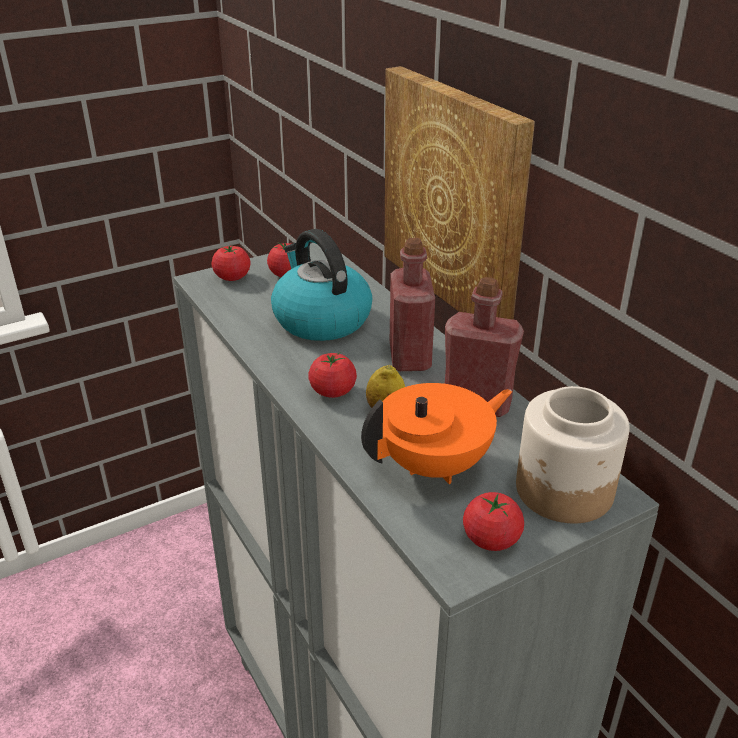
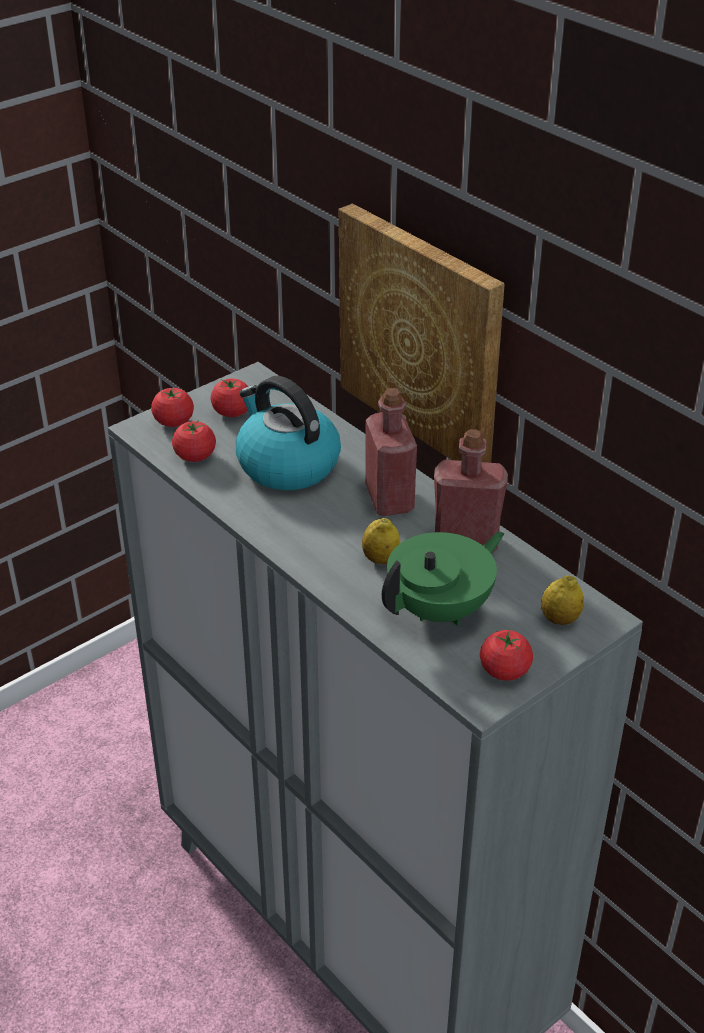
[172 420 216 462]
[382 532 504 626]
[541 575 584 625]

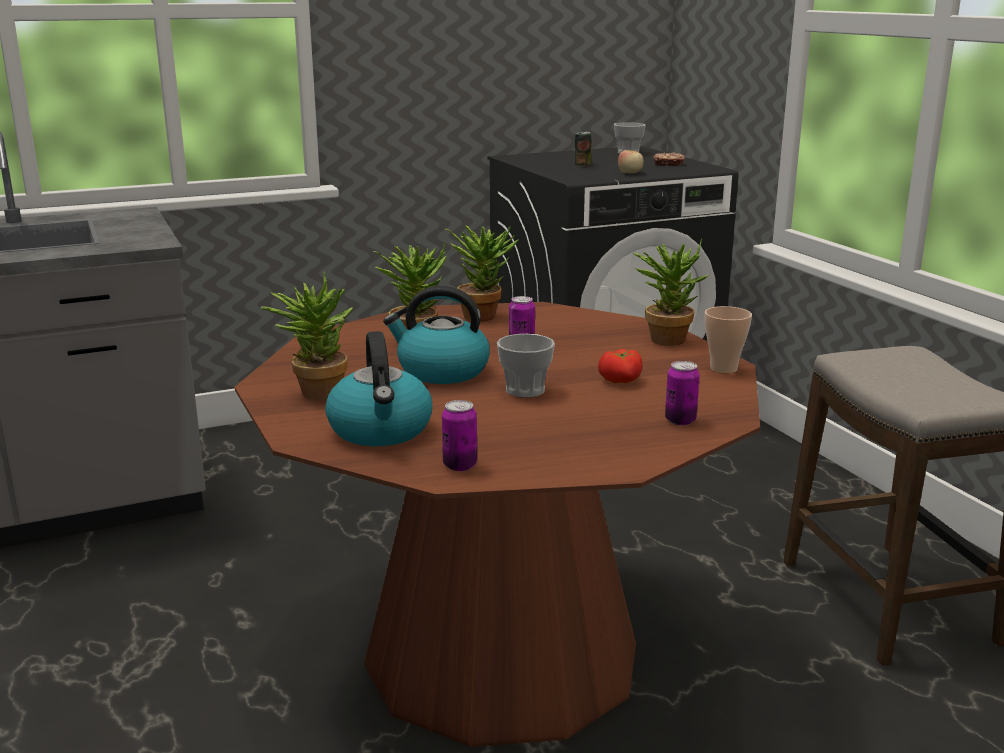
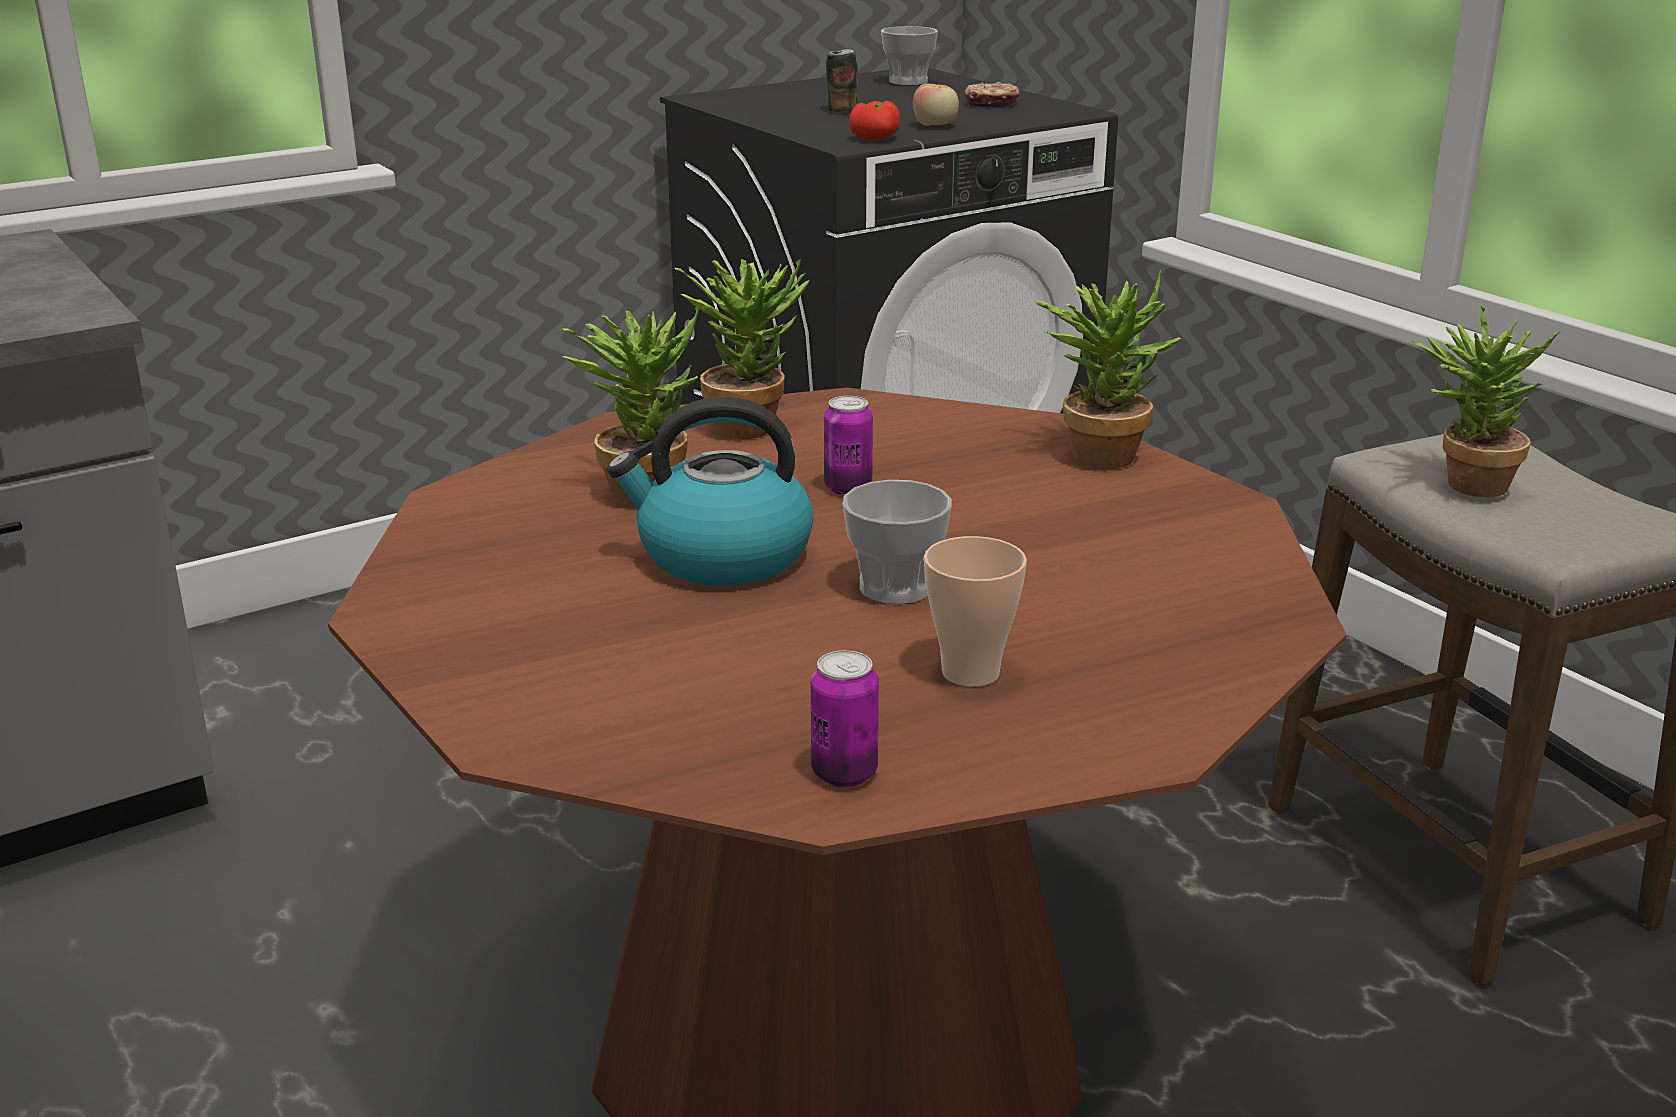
[849 100 900 140]
[924 536 1027 687]
[1412 305 1559 497]
[325 331 432 446] (first image)
[665 361 700 425] (first image)

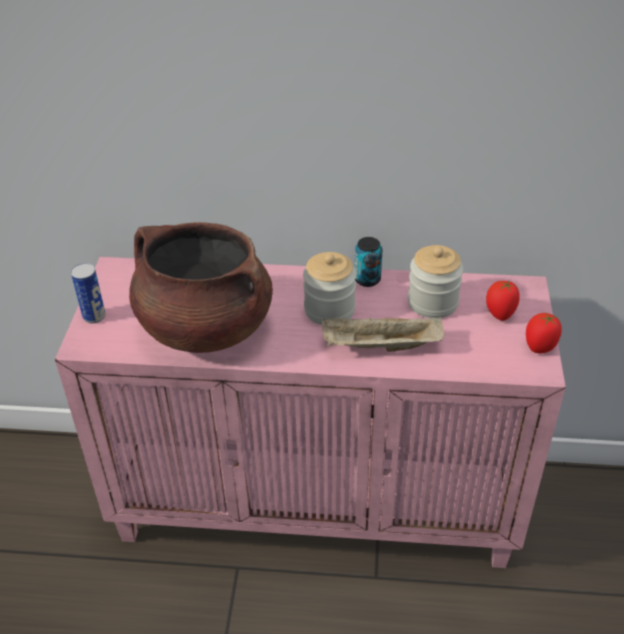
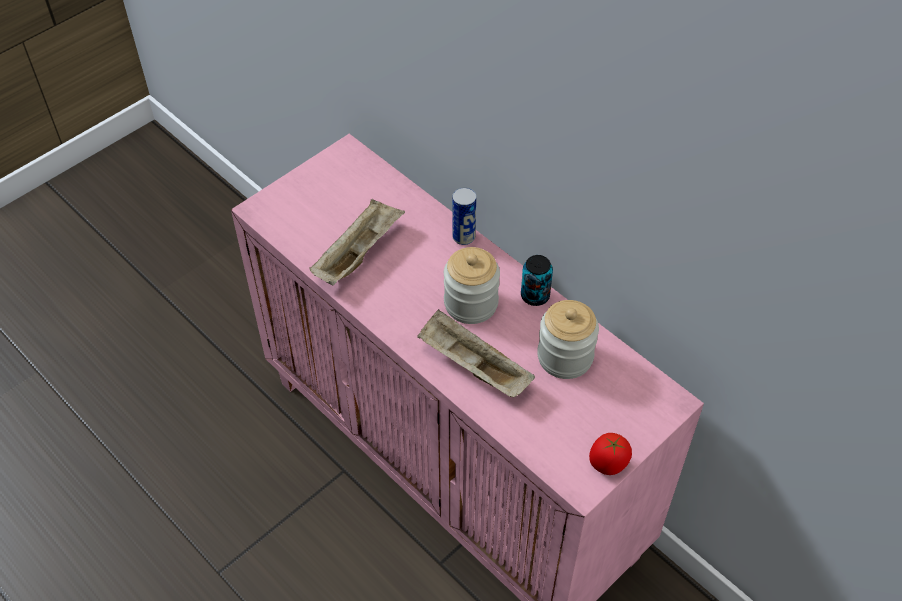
[310 199 405 285]
[452 187 476 245]
[486 281 520 321] (first image)

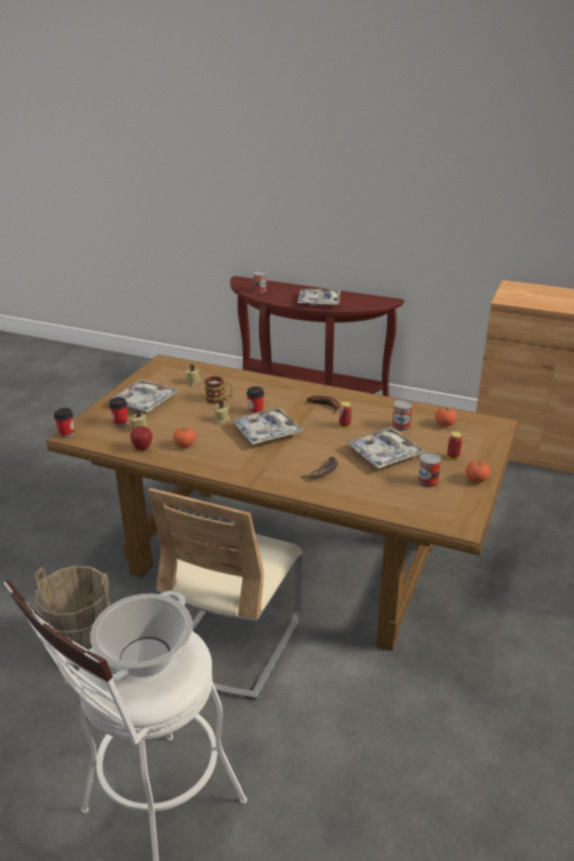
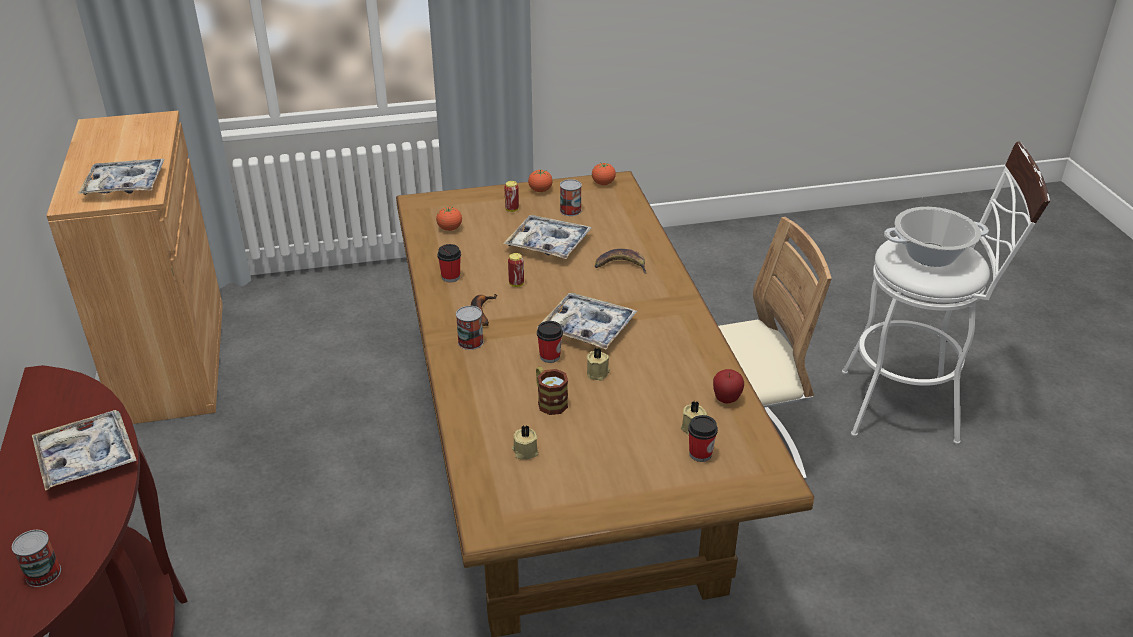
[78 159 165 195]
[437 244 461 283]
[456 306 484 350]
[592 163 616 185]
[34 566 111 650] (first image)

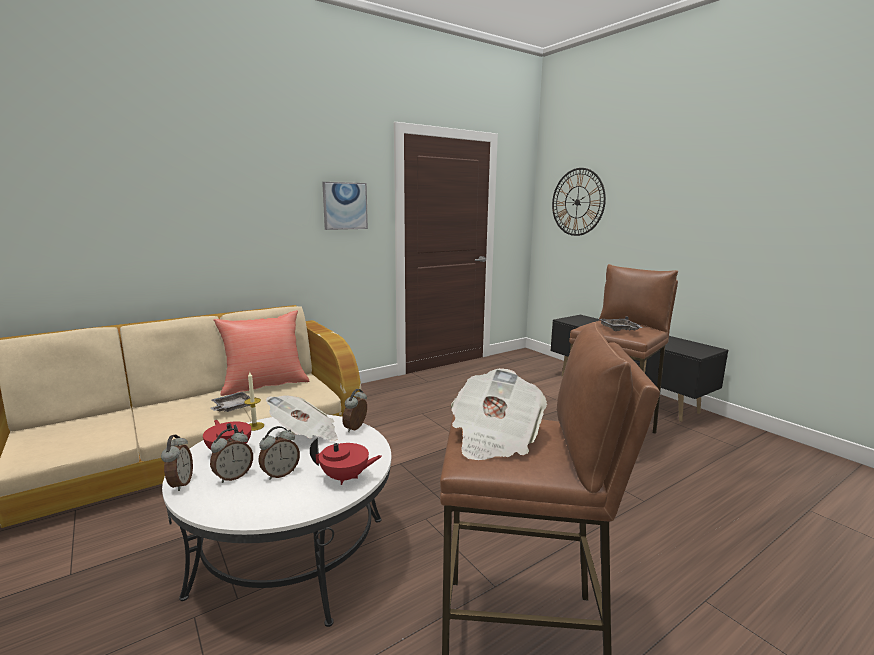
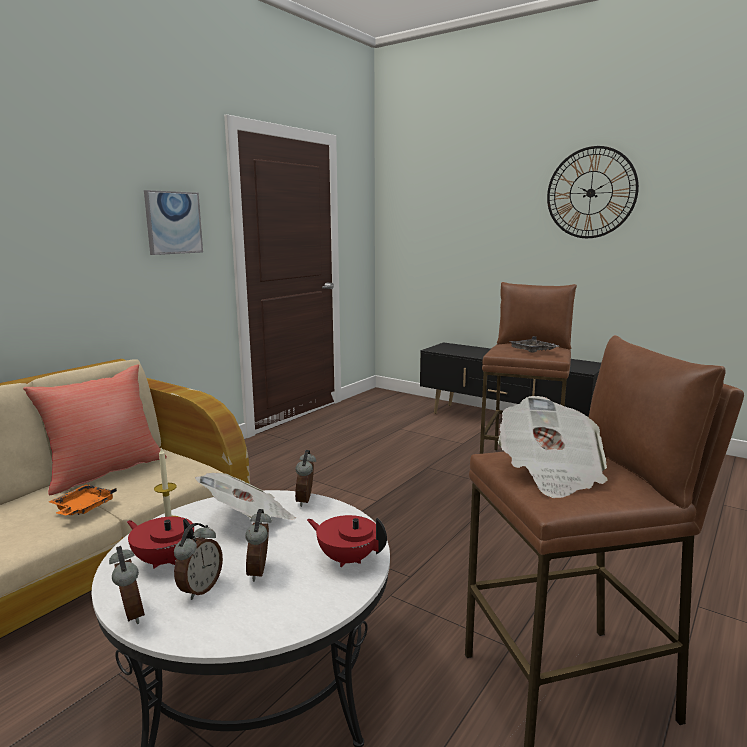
[49 484 117 515]
[245 509 272 582]
[307 515 387 567]
[547 146 639 238]

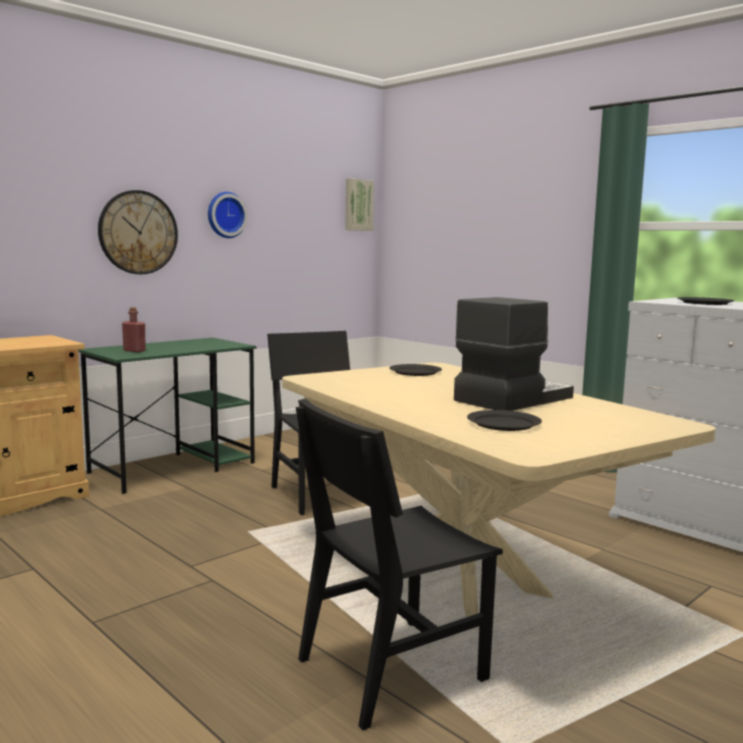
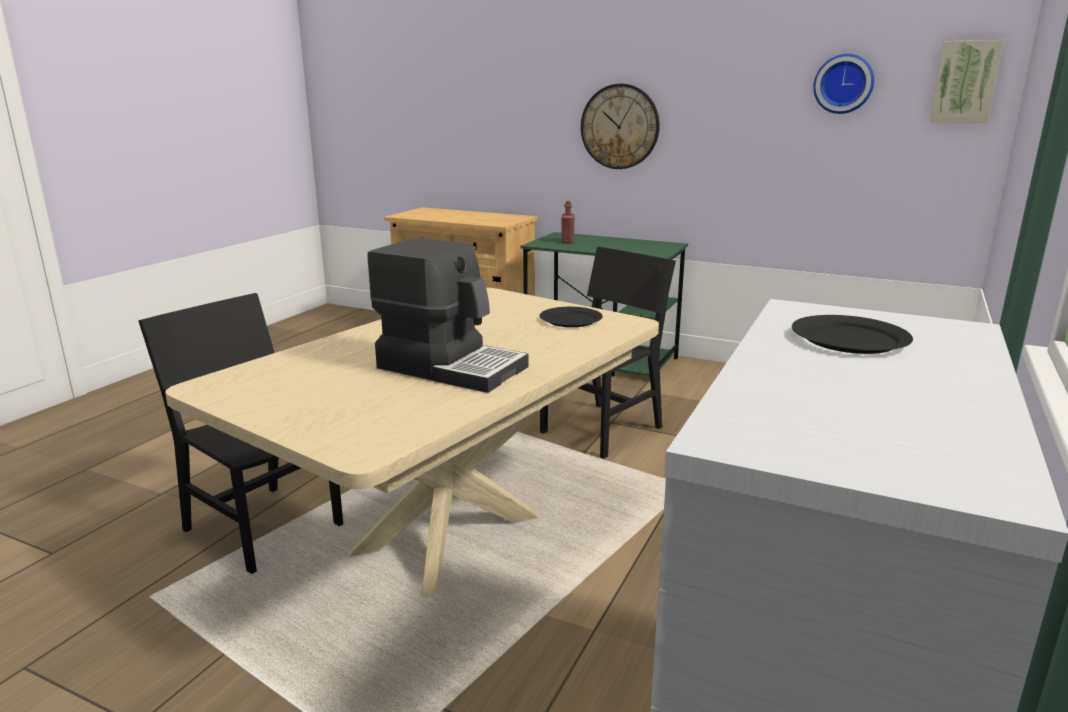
[813 54 874 114]
[467 410 542 431] (first image)

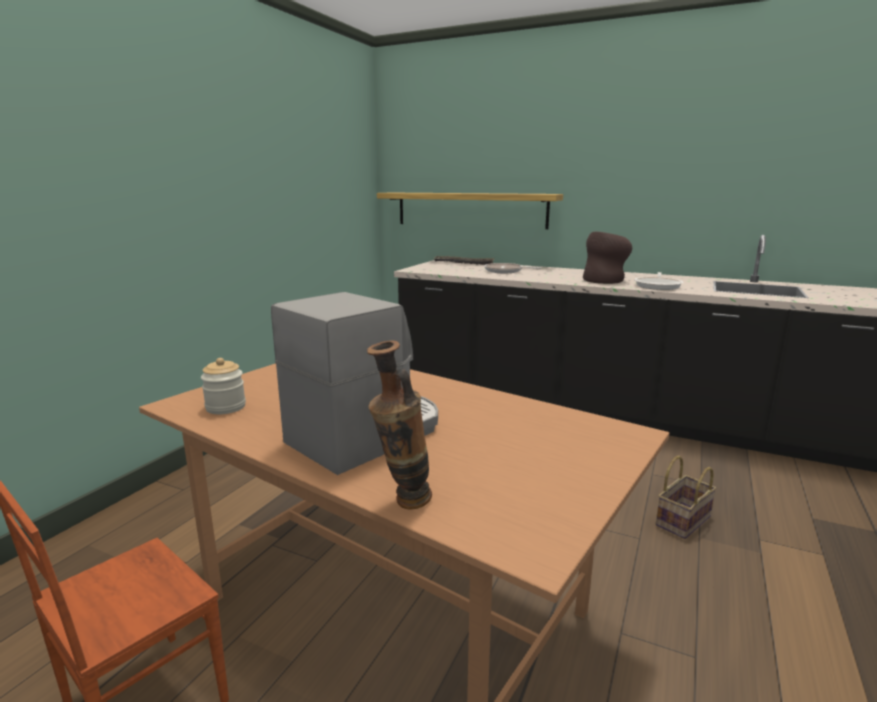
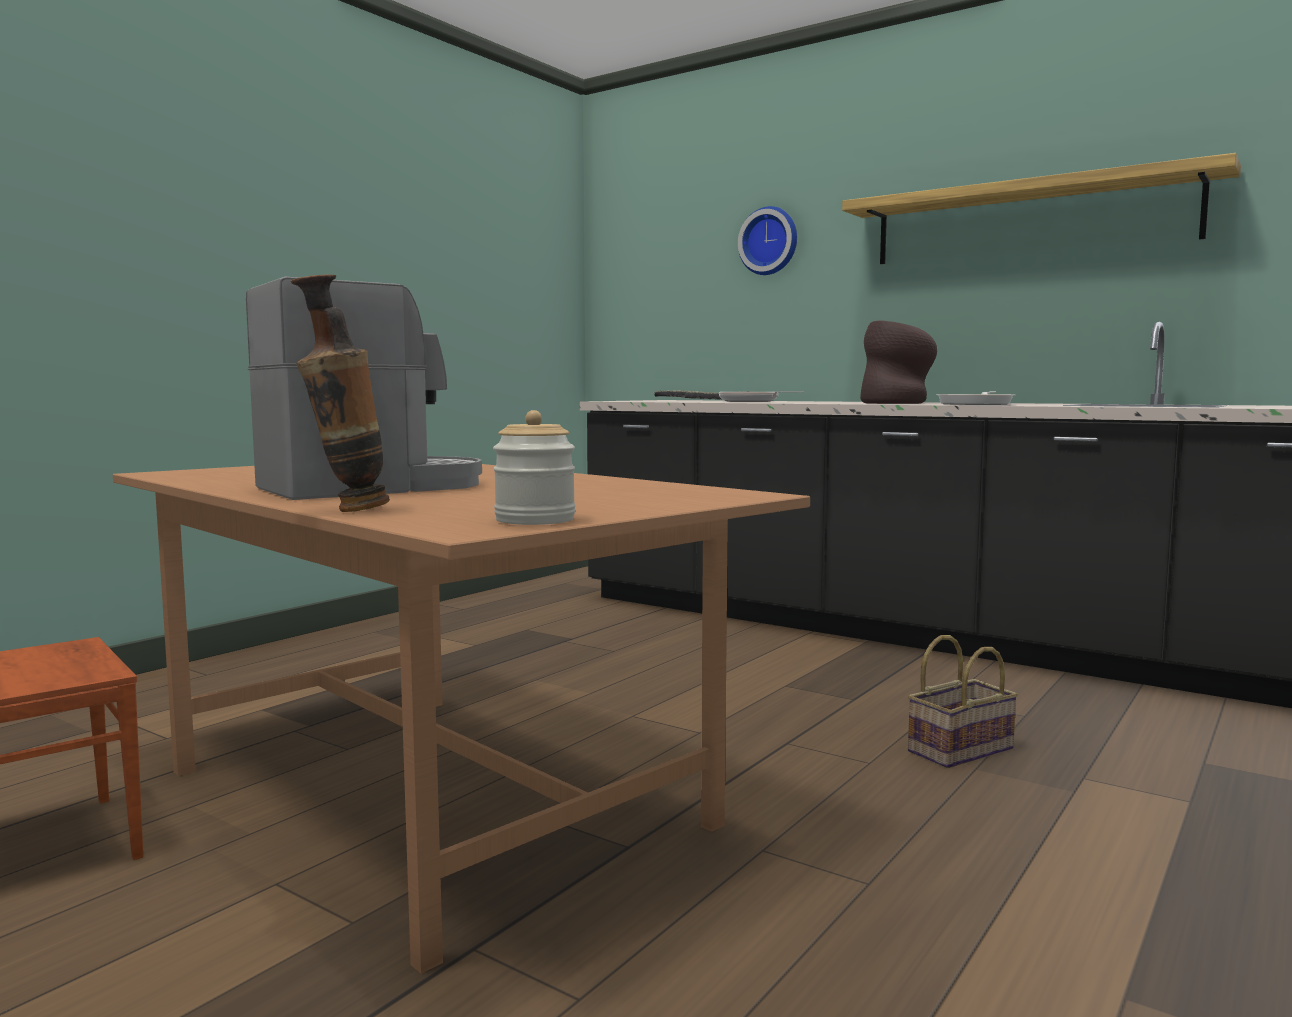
[493 410 575 525]
[738 206 797 275]
[842 153 1241 264]

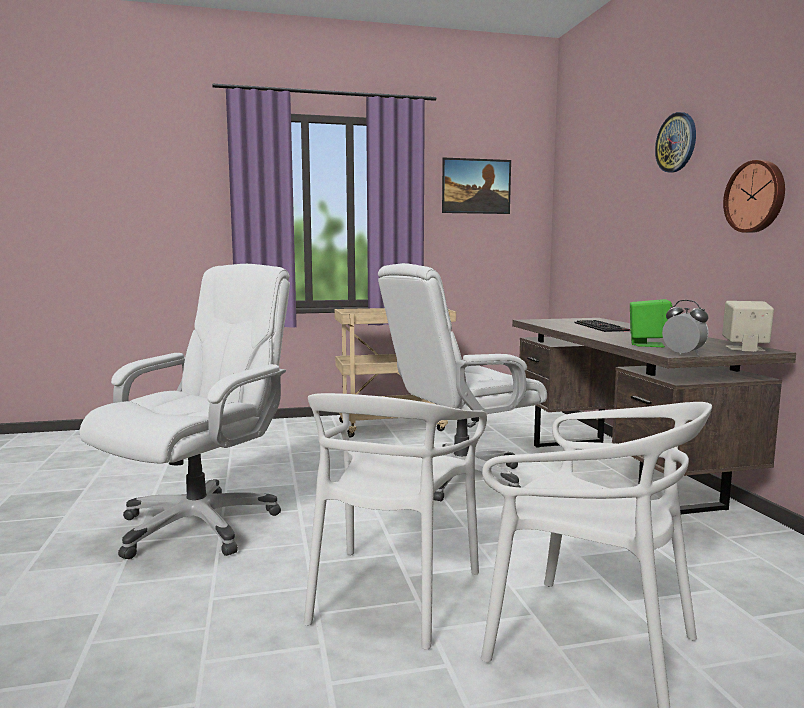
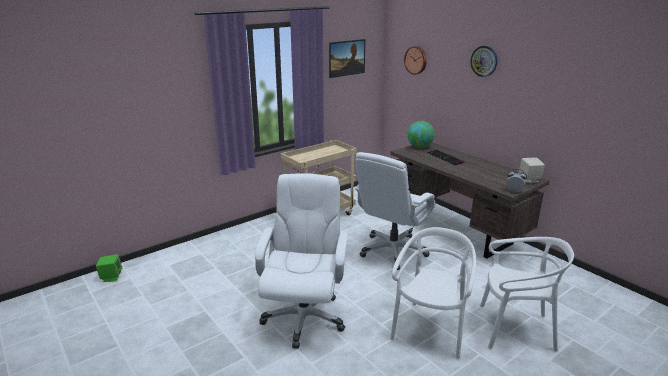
[96 254 122 282]
[390 227 476 359]
[404 46 427 75]
[407 121 435 148]

